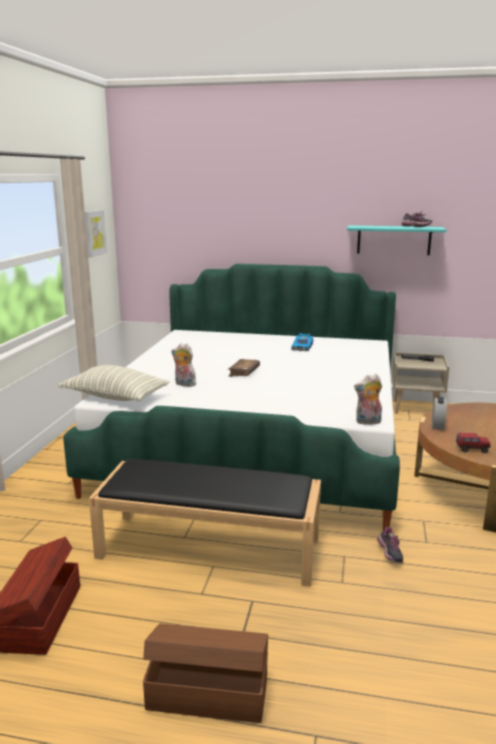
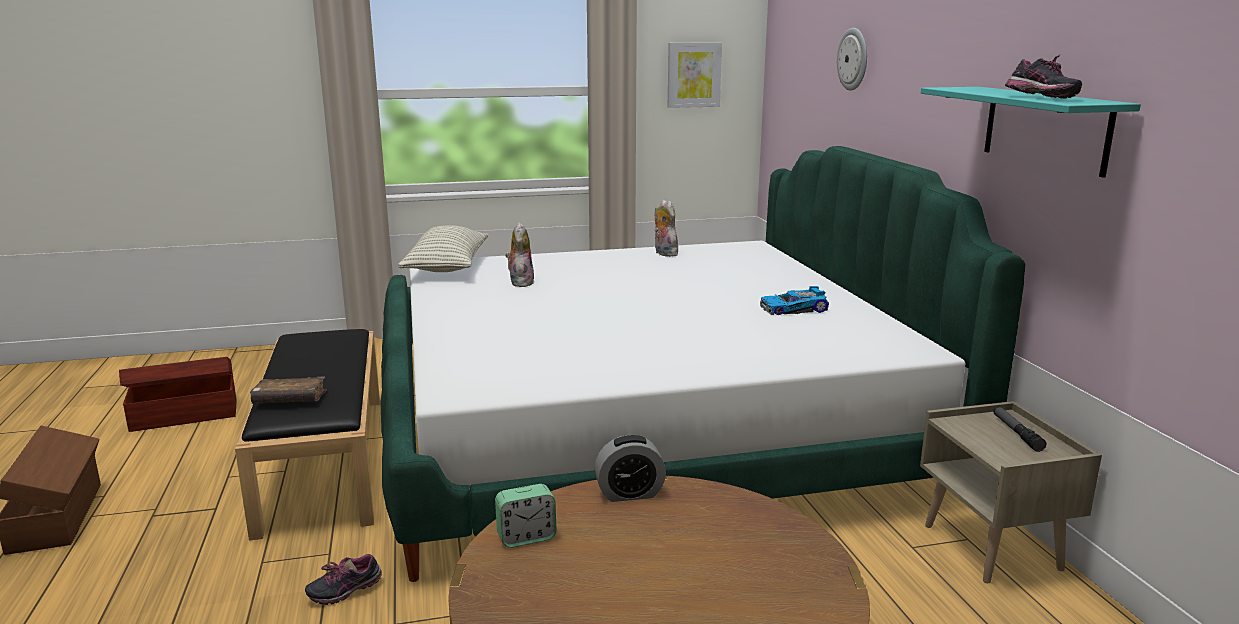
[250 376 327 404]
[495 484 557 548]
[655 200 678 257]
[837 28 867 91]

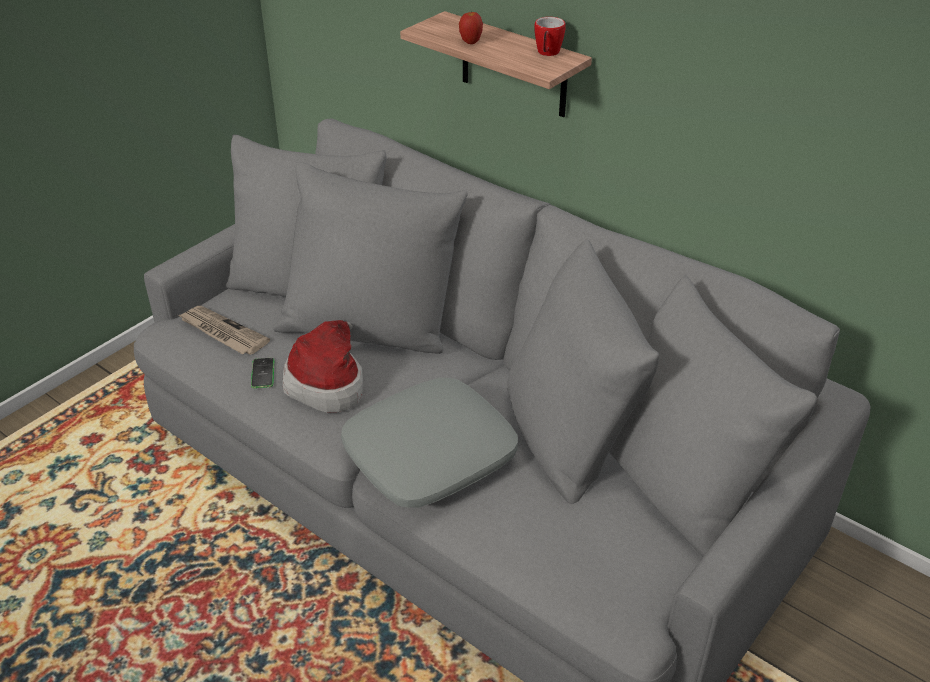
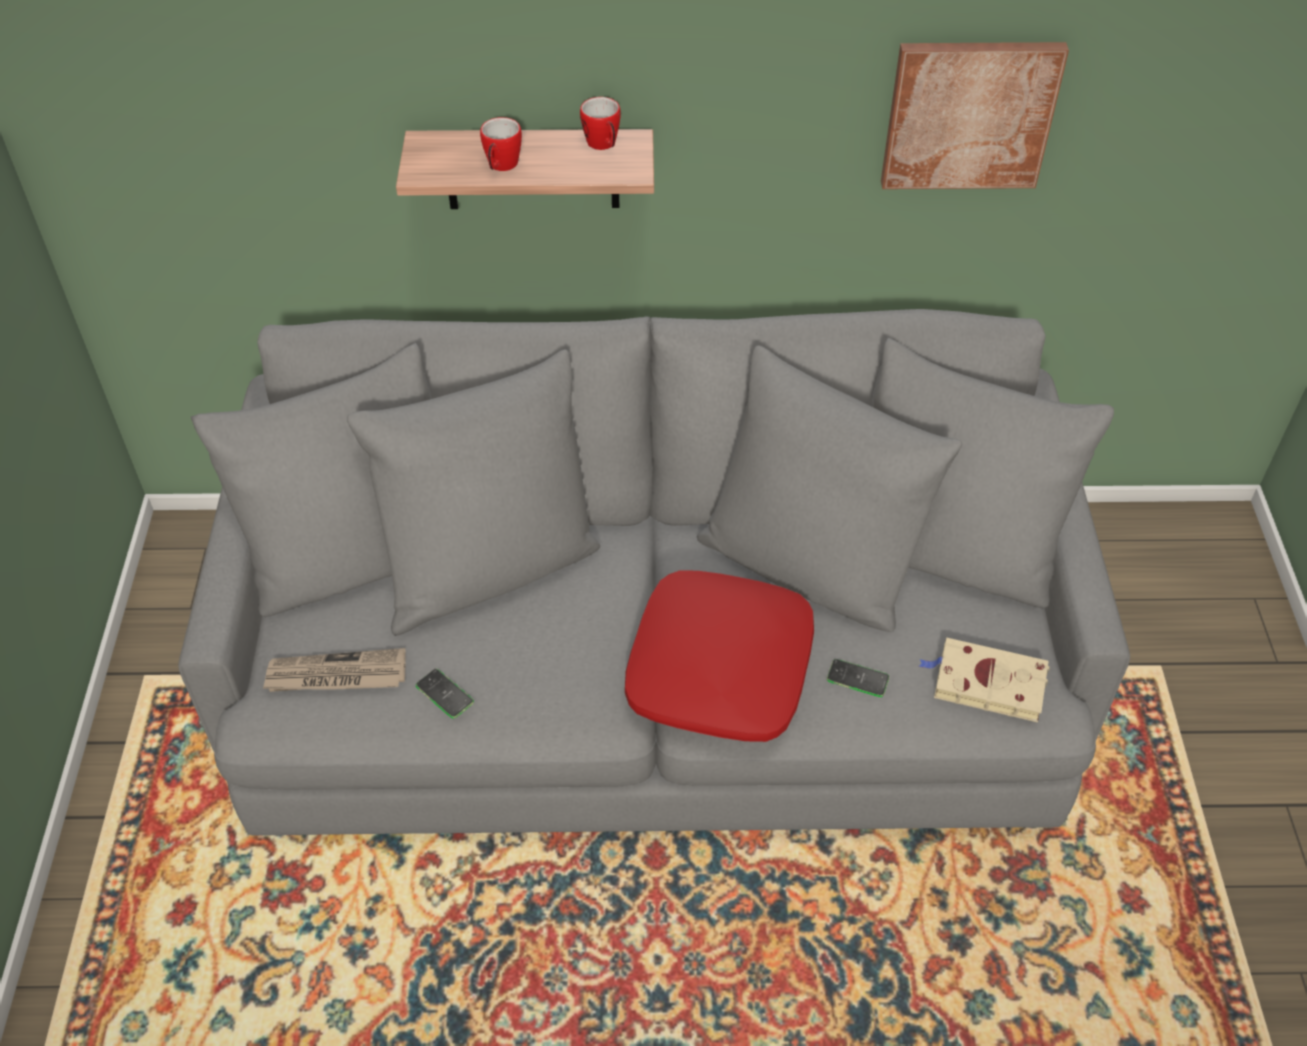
[480 117 522 171]
[625 571 814 742]
[827 659 889 697]
[881 42 1069 189]
[919 637 1050 722]
[283 320 363 413] (first image)

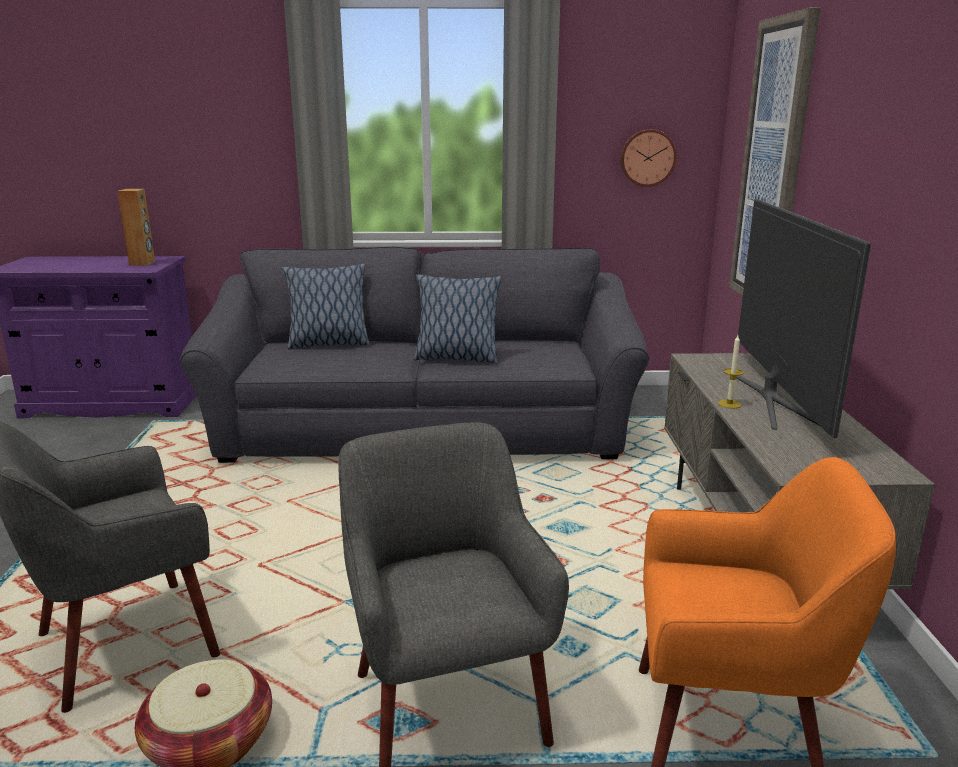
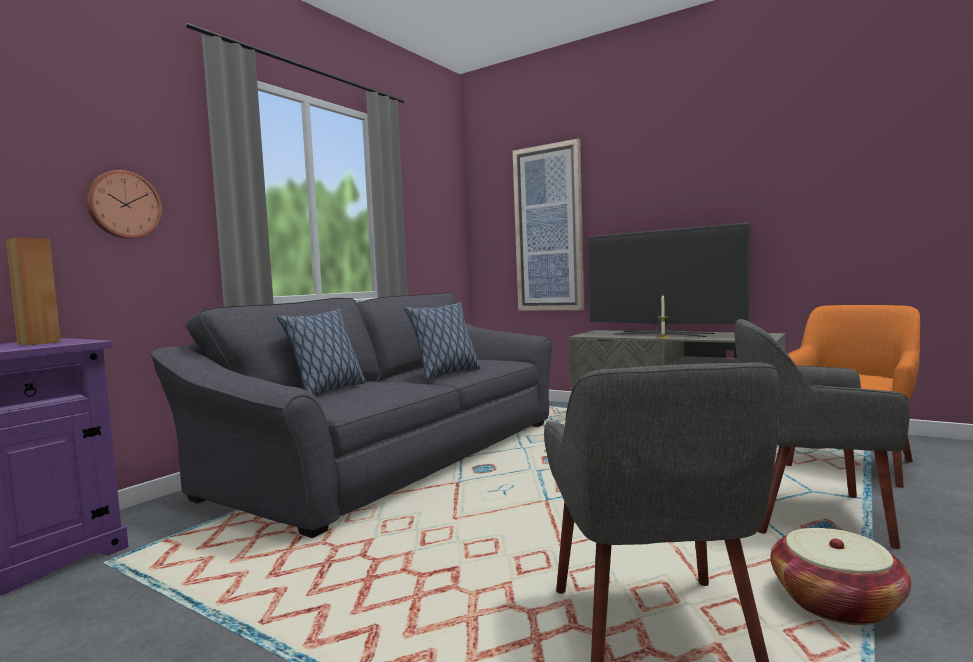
[86 170 162 239]

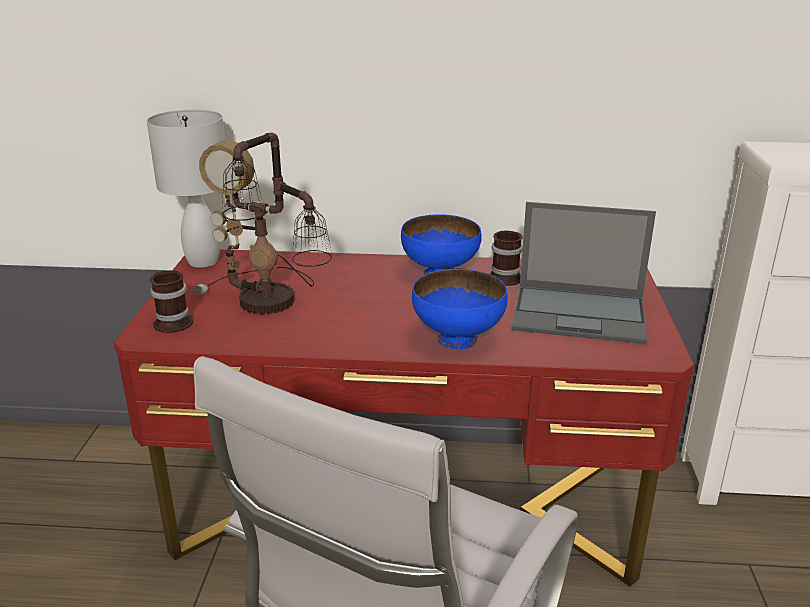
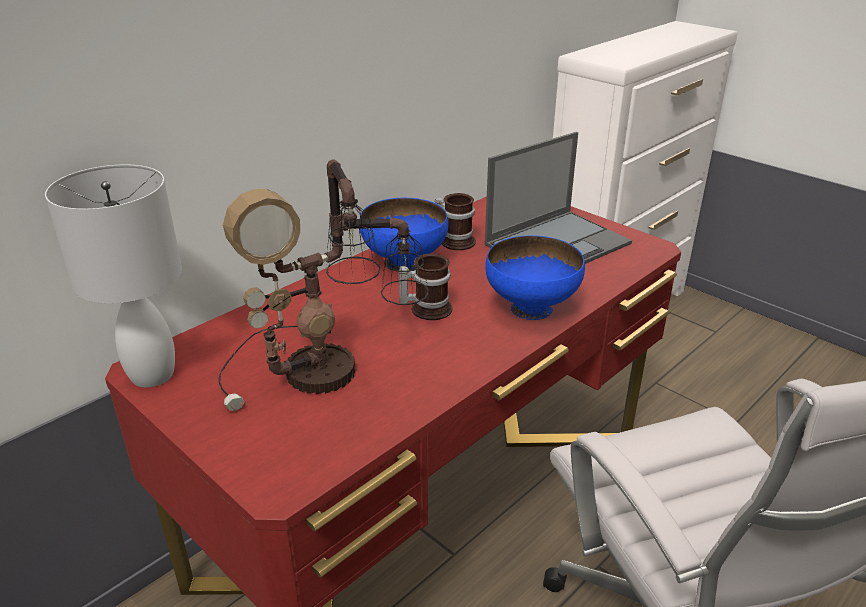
[399 254 452 320]

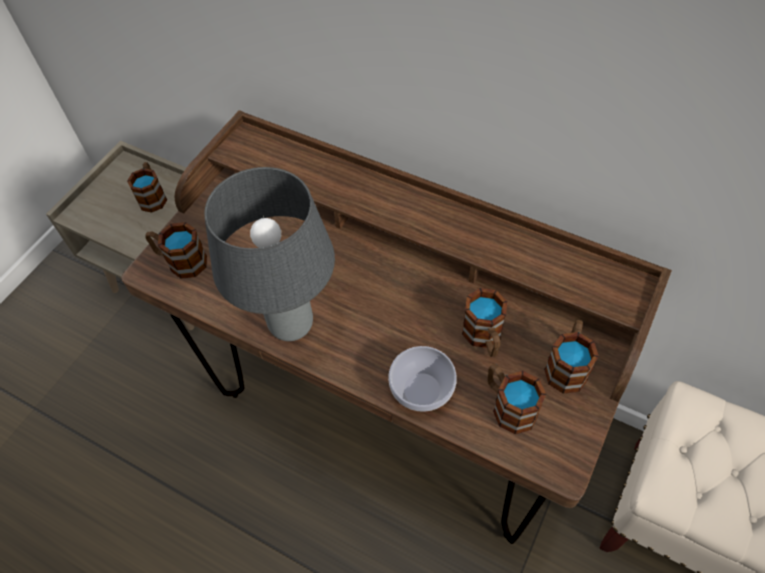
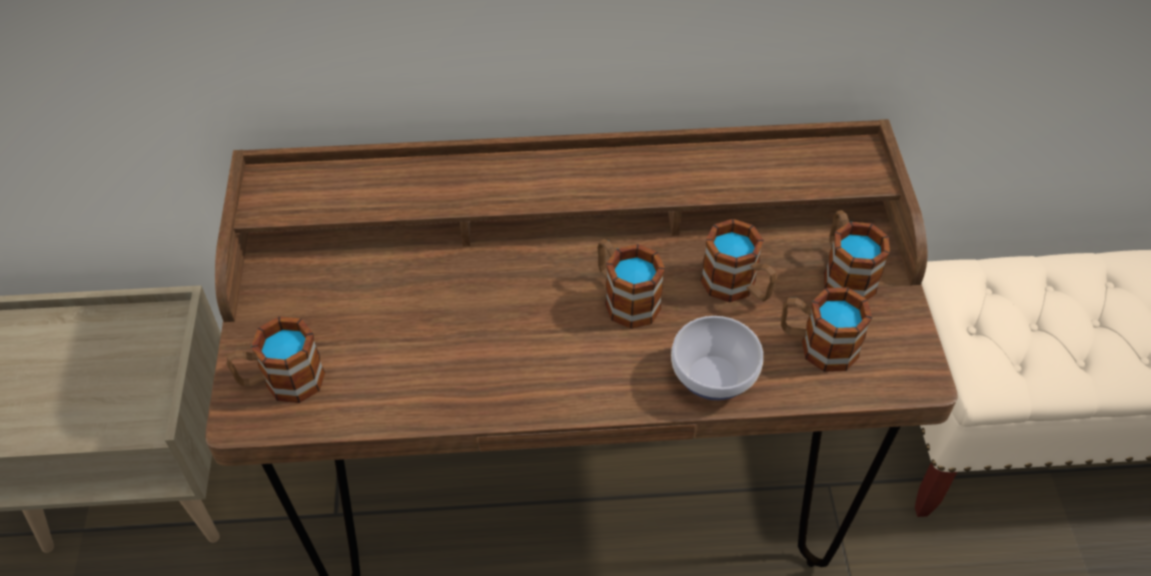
[598 239 665 329]
[204 167 335 341] (first image)

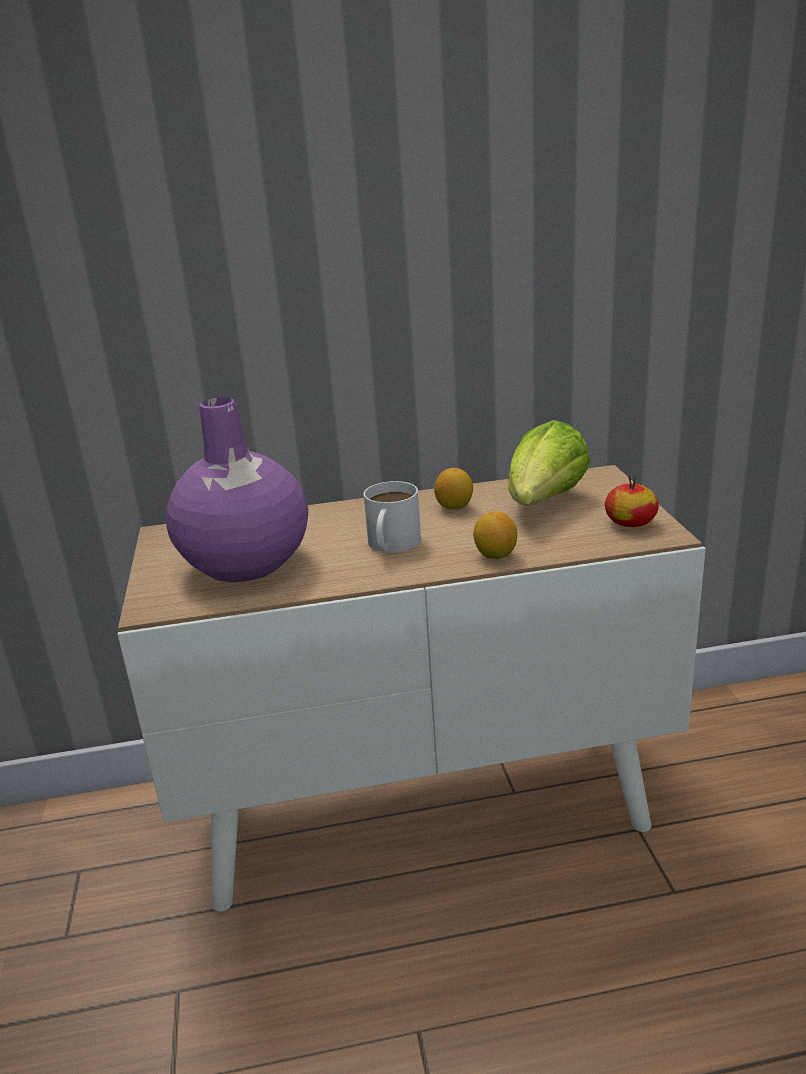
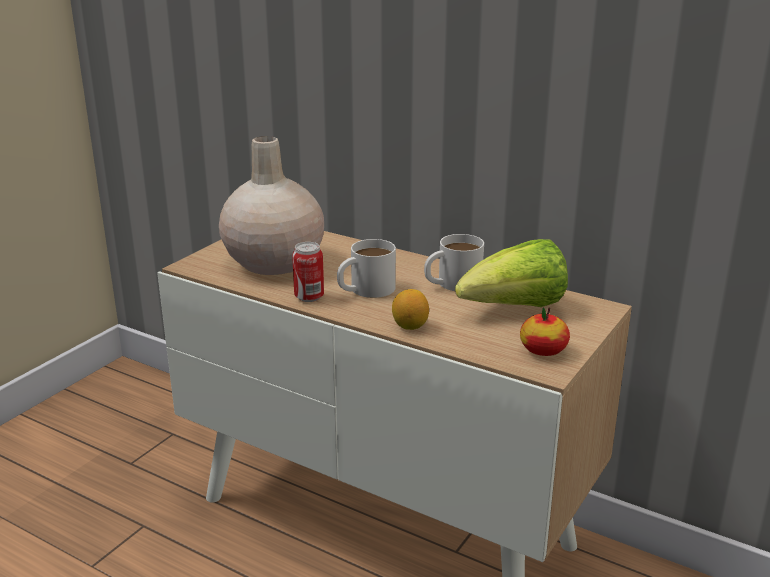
[219 136 324 275]
[292 242 324 302]
[424 234 484 291]

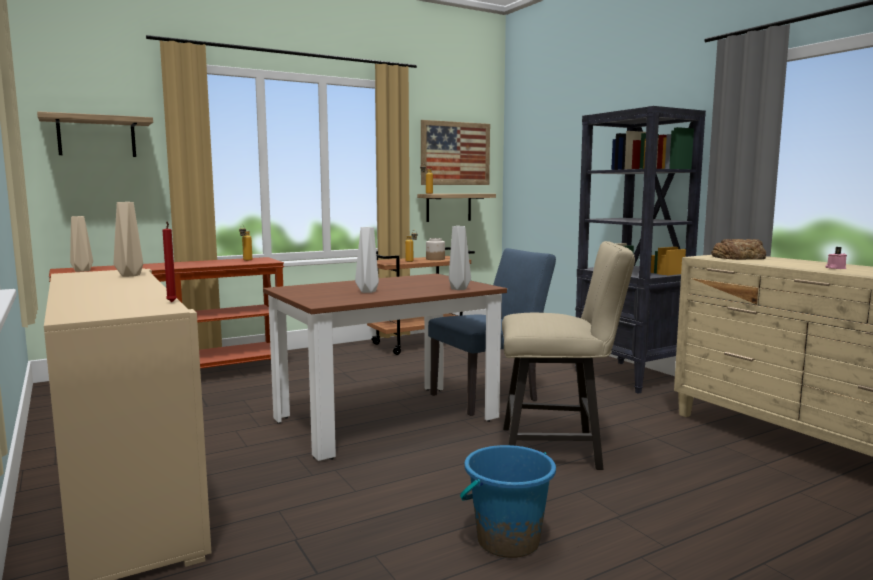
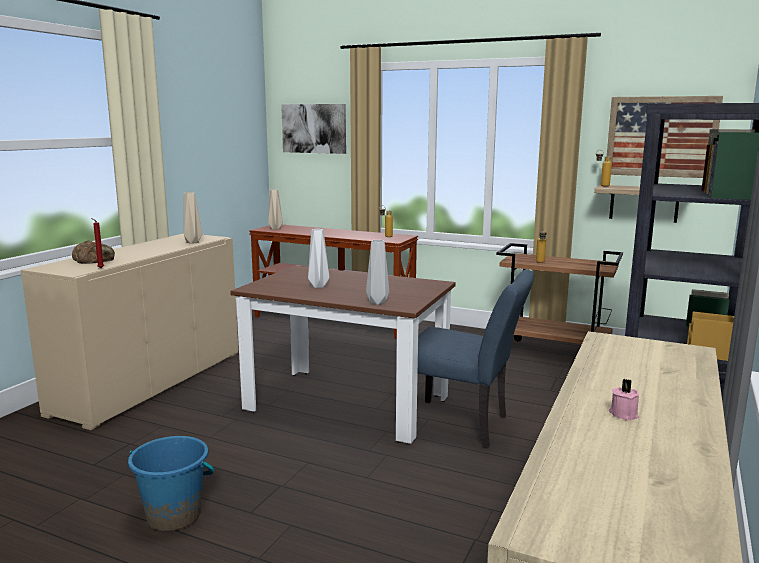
[72 241 115 264]
[281 104 346 154]
[426 238 445 260] (first image)
[502 241 635 470] (first image)

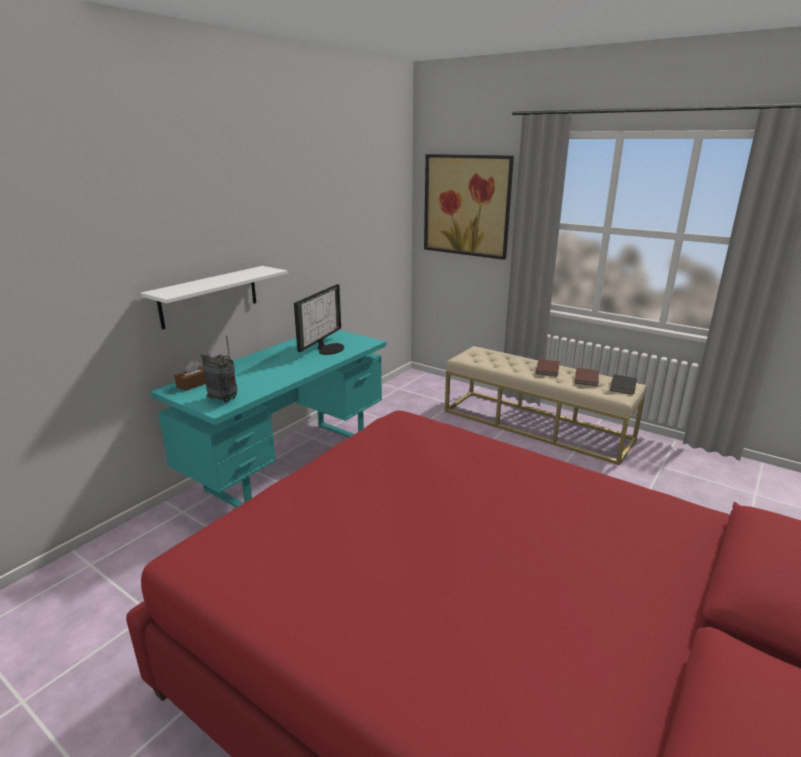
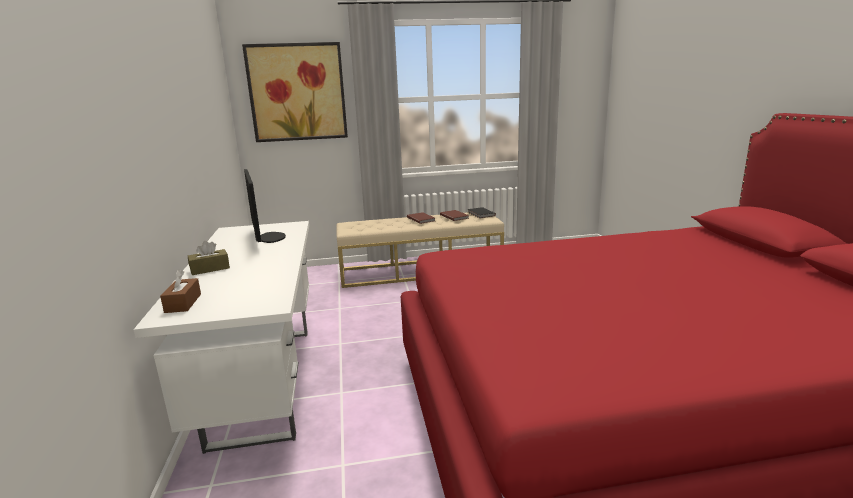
[133 221 309 454]
[188 241 230 275]
[140 266 288 330] (first image)
[201 335 238 402] (first image)

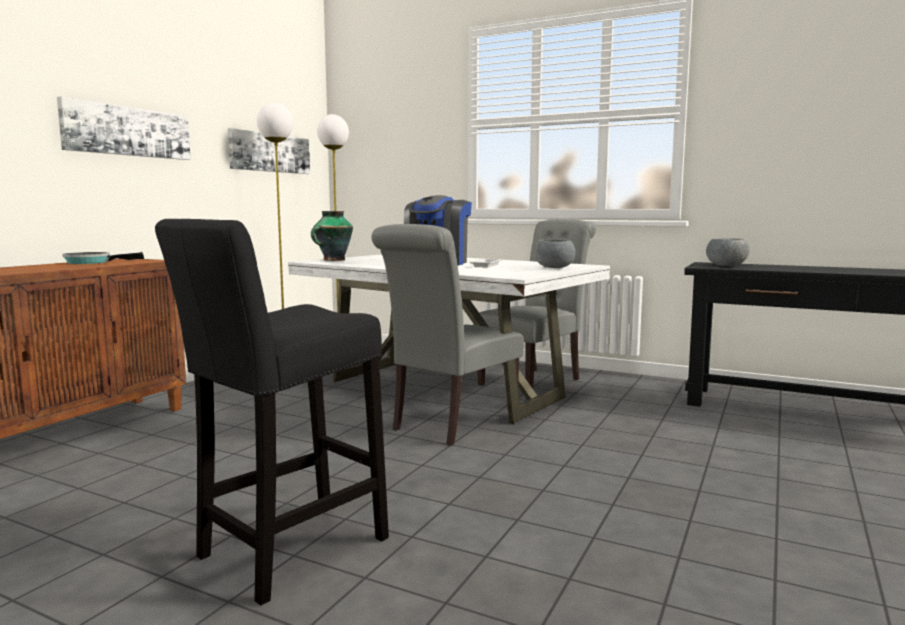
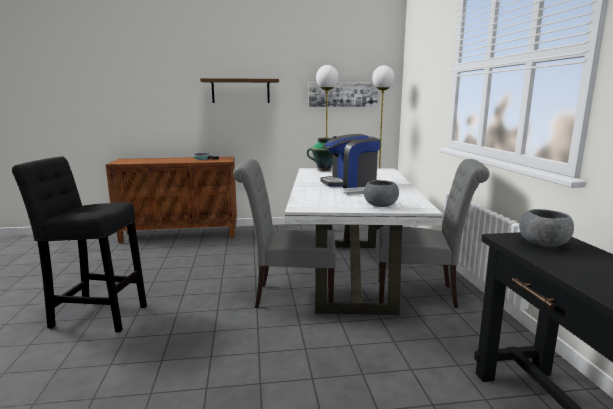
[200 78 279 103]

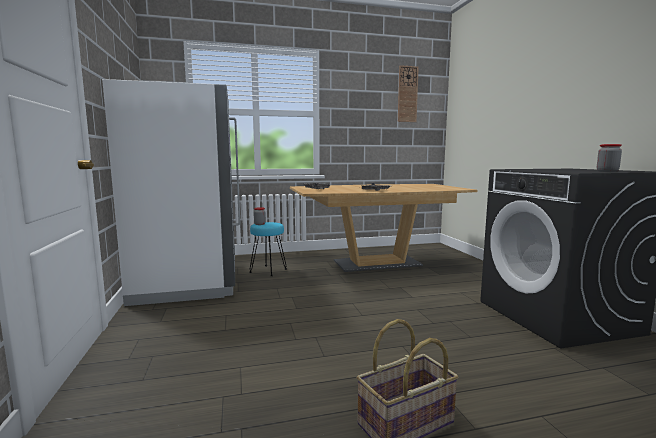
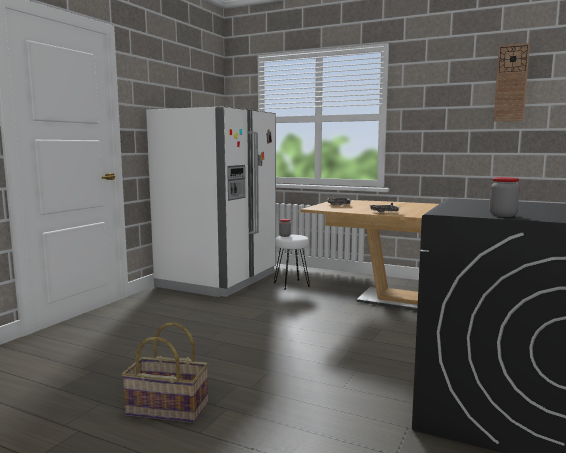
[274 235 310 290]

